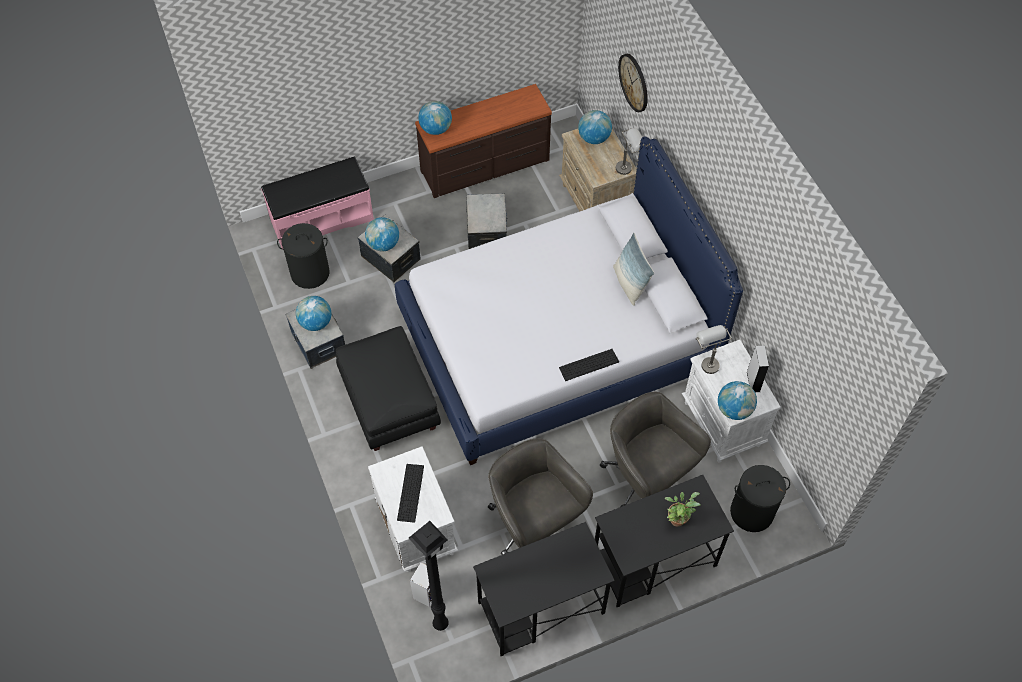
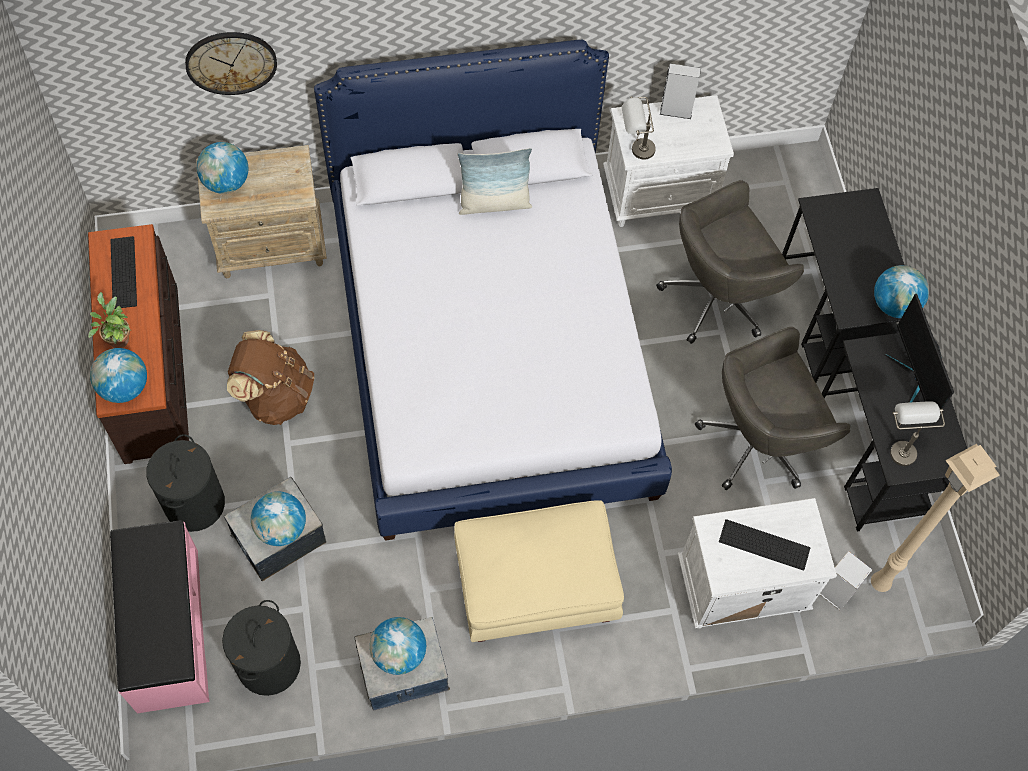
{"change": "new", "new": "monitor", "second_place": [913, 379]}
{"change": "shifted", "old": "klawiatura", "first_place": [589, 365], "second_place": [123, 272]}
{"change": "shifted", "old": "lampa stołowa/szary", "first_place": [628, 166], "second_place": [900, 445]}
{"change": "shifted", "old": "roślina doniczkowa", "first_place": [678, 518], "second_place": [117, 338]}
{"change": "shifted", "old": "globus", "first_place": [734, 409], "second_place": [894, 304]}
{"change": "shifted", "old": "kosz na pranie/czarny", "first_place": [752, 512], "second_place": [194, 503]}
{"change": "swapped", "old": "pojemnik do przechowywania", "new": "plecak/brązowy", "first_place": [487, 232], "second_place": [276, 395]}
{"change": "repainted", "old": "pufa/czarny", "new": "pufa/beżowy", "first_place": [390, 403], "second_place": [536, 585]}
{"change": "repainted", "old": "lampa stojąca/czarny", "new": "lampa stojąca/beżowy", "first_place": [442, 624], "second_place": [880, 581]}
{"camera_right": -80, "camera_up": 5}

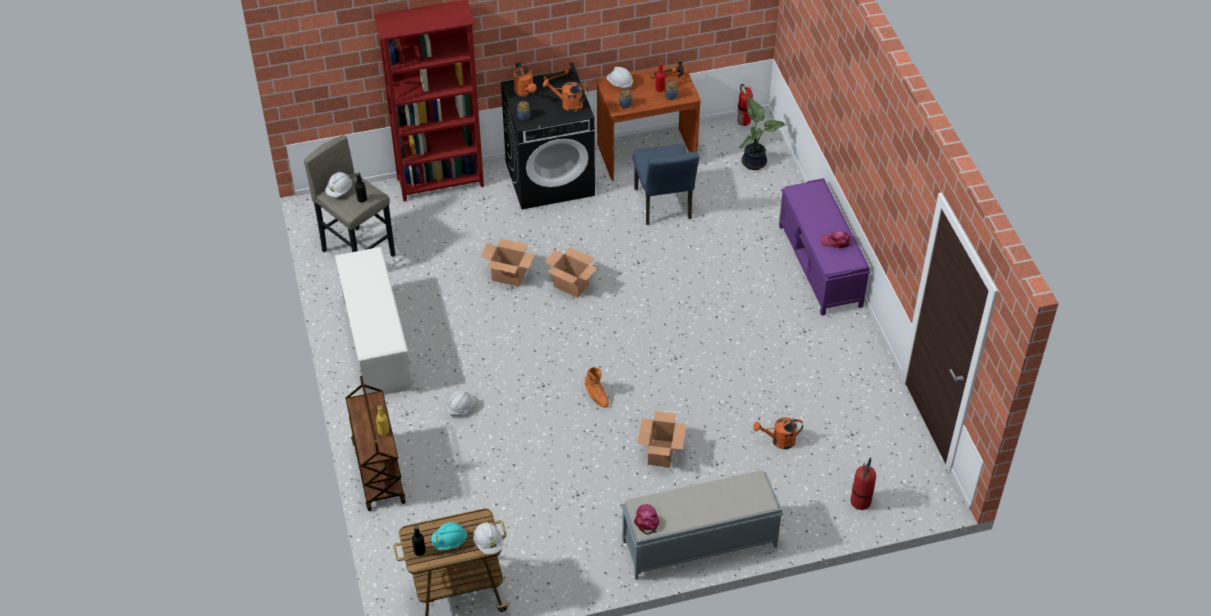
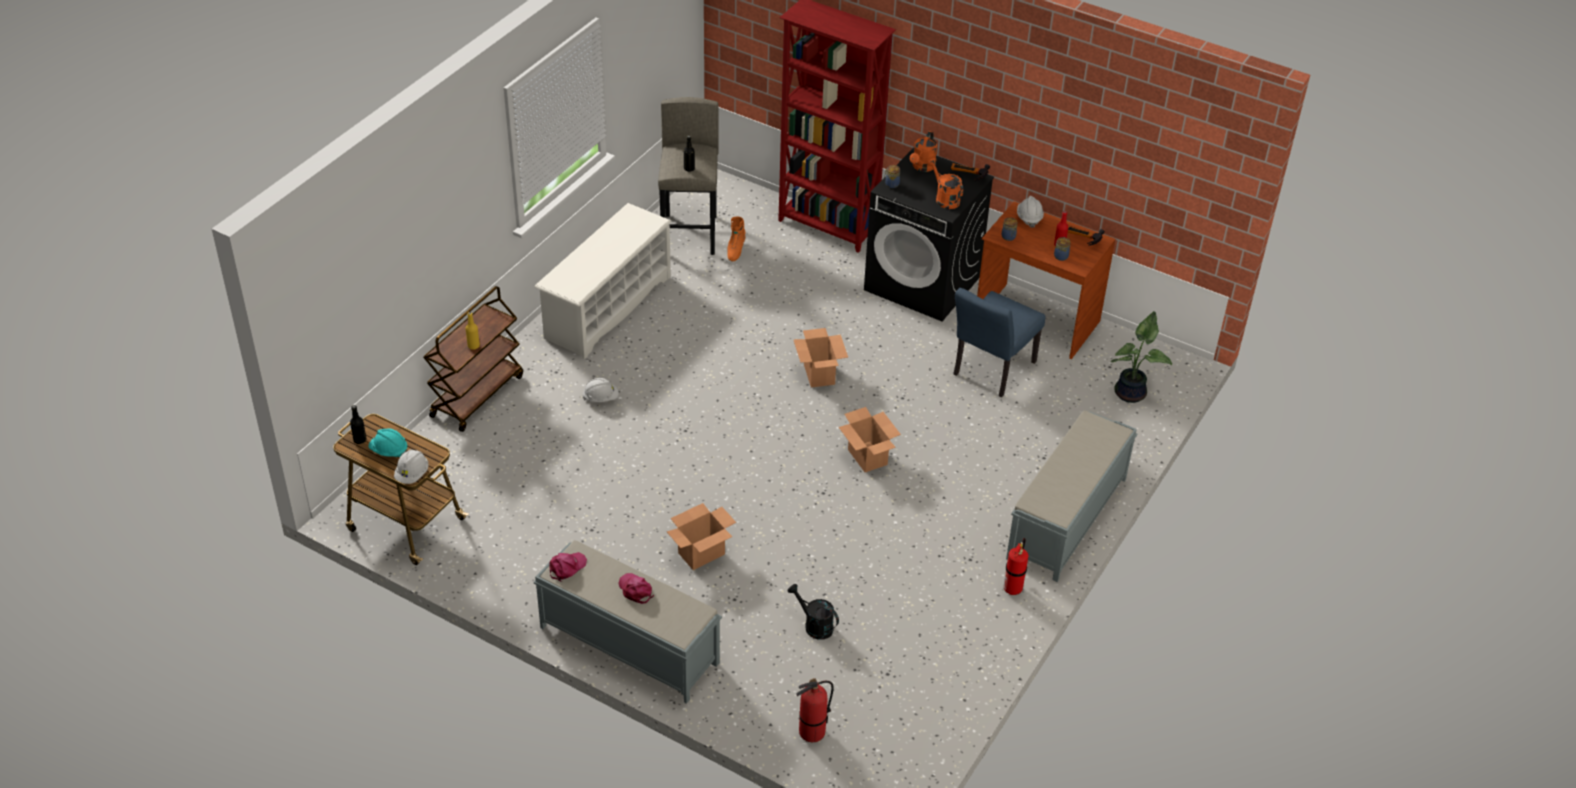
{"change": "gone", "old": "kask/biały", "first_place": [339, 190]}
{"change": "shifted", "old": "karton", "first_place": [509, 276], "second_place": [868, 457]}
{"change": "shifted", "old": "but z cholewką/pomarańczowy", "first_place": [596, 396], "second_place": [735, 250]}
{"change": "shifted", "old": "gaśnica", "first_place": [743, 122], "second_place": [1013, 588]}
{"change": "shifted", "old": "czapka z daszkiem/różowy", "first_place": [836, 241], "second_place": [635, 590]}
{"change": "repainted", "old": "konewka/pomarańczowy", "new": "konewka/czarny", "first_place": [779, 441], "second_place": [814, 625]}
{"change": "repainted", "old": "ławka/fioletowy", "new": "ławka/szary", "first_place": [820, 266], "second_place": [1066, 519]}
{"camera_right": 45, "camera_up": -5}

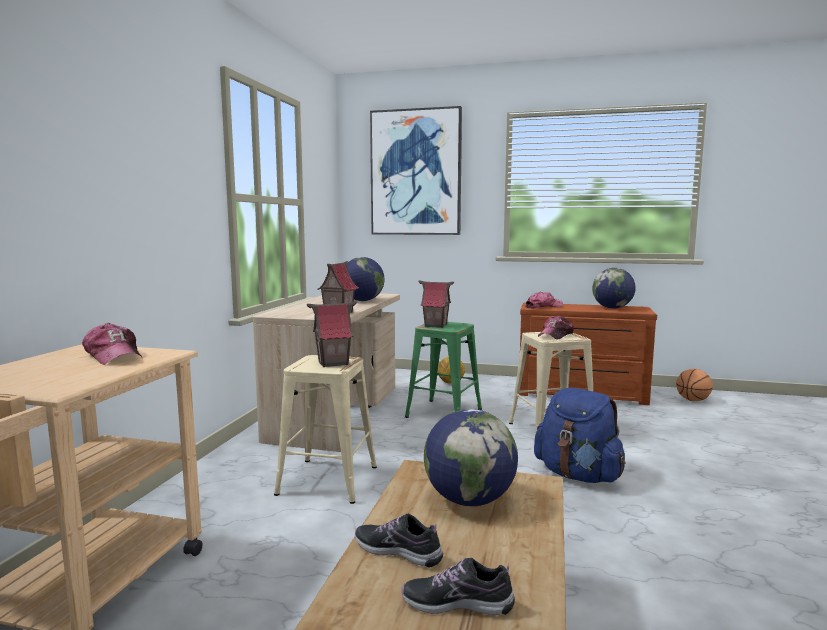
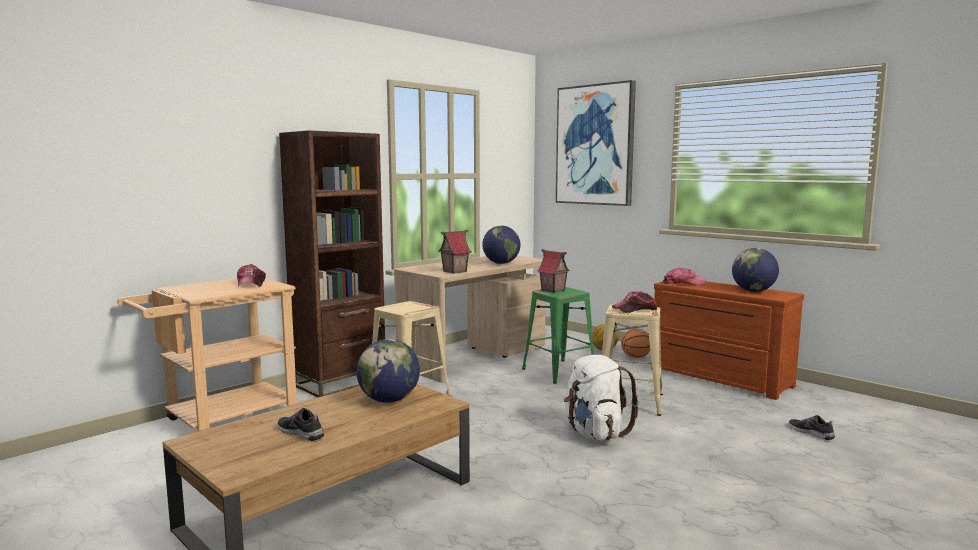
{"change": "gone", "old": "domek", "first_place": [333, 363]}
{"change": "new", "new": "regał/brązowy", "second_place": [340, 382]}
{"change": "shifted", "old": "but", "first_place": [398, 551], "second_place": [811, 433]}
{"change": "shifted", "old": "piłka do koszykówki", "first_place": [692, 400], "second_place": [636, 357]}
{"change": "repainted", "old": "plecak/niebieski", "new": "plecak/biały", "first_place": [578, 475], "second_place": [595, 433]}
{"camera_right": 30, "camera_up": 0}

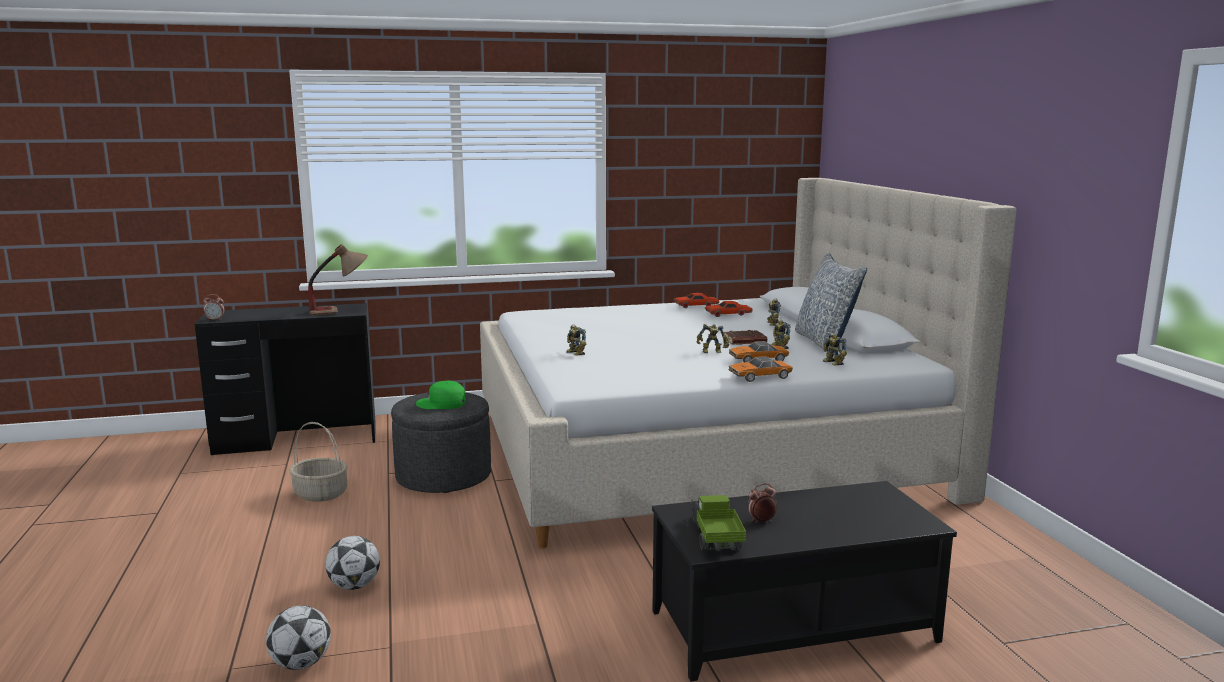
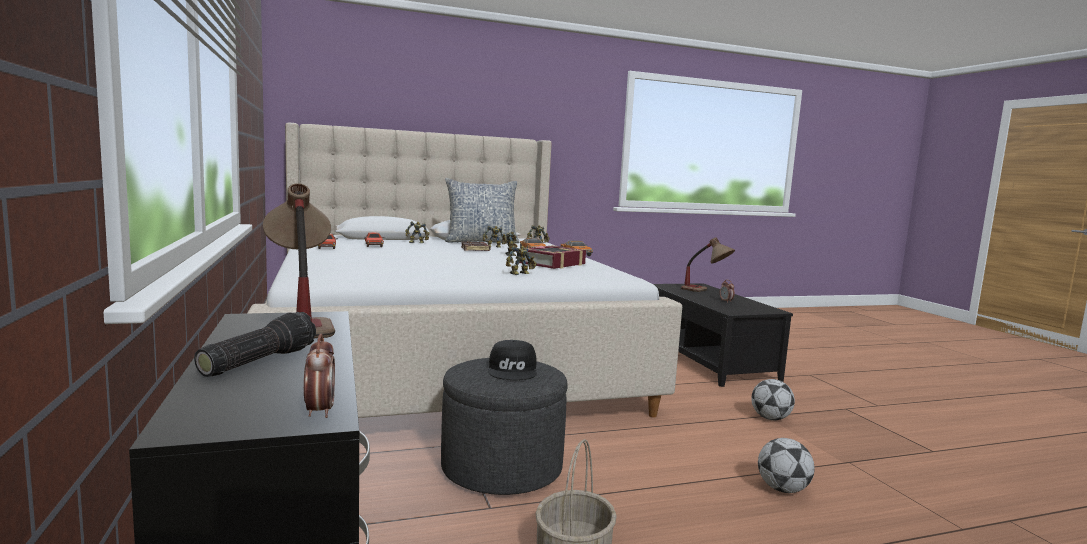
{"change": "gone", "old": "ciężarówka zabawkowa", "first_place": [715, 537]}
{"change": "new", "new": "latarka", "second_place": [258, 361]}
{"change": "new", "new": "książka", "second_place": [553, 264]}
{"change": "new", "new": "lampa stołowa", "second_place": [706, 291]}
{"change": "shifted", "old": "piłka futbolowa", "first_place": [301, 664], "second_place": [770, 418]}
{"change": "repainted", "old": "czapka z daszkiem/zielony", "new": "czapka z daszkiem/czarny", "first_place": [441, 403], "second_place": [513, 370]}
{"camera_right": -95, "camera_up": -5}

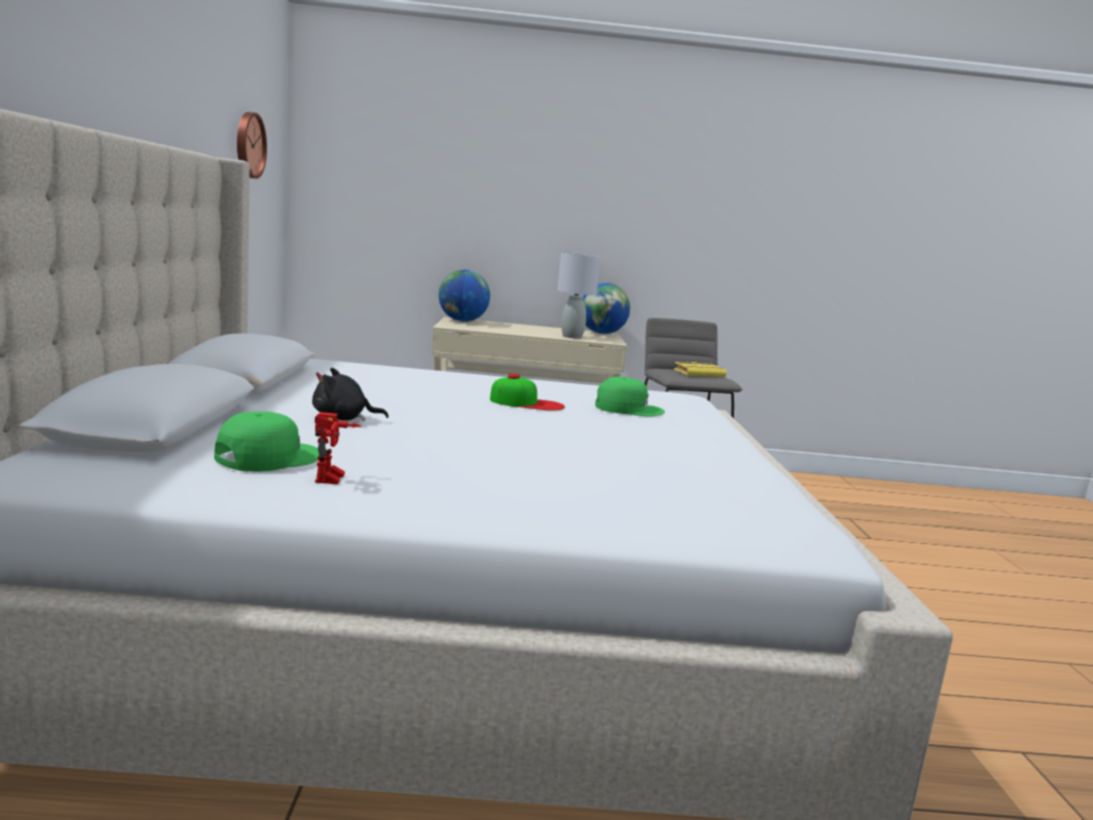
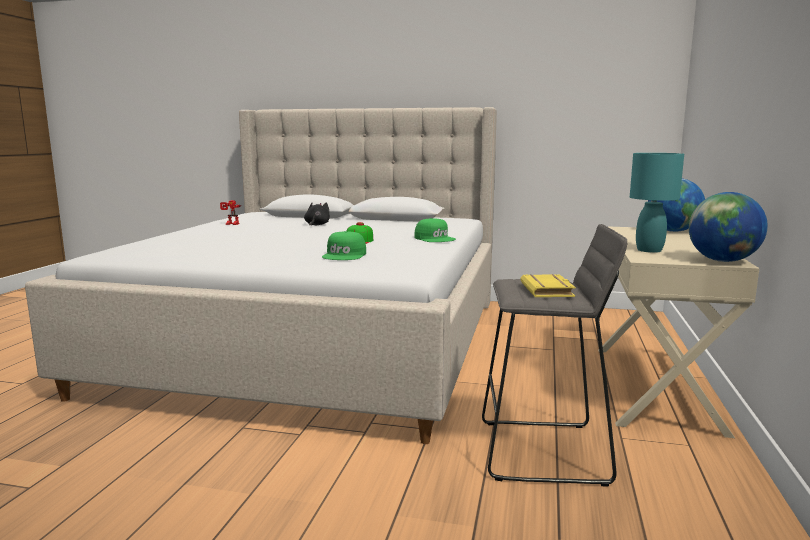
{"change": "gone", "old": "zegar ścienny", "first_place": [248, 145]}
{"change": "shifted", "old": "czapka z daszkiem/zielony", "first_place": [267, 457], "second_place": [435, 238]}
{"change": "repainted", "old": "lampa stołowa/szary", "new": "lampa stołowa/turkusowy", "first_place": [572, 337], "second_place": [649, 250]}
{"camera_right": 105, "camera_up": 0}

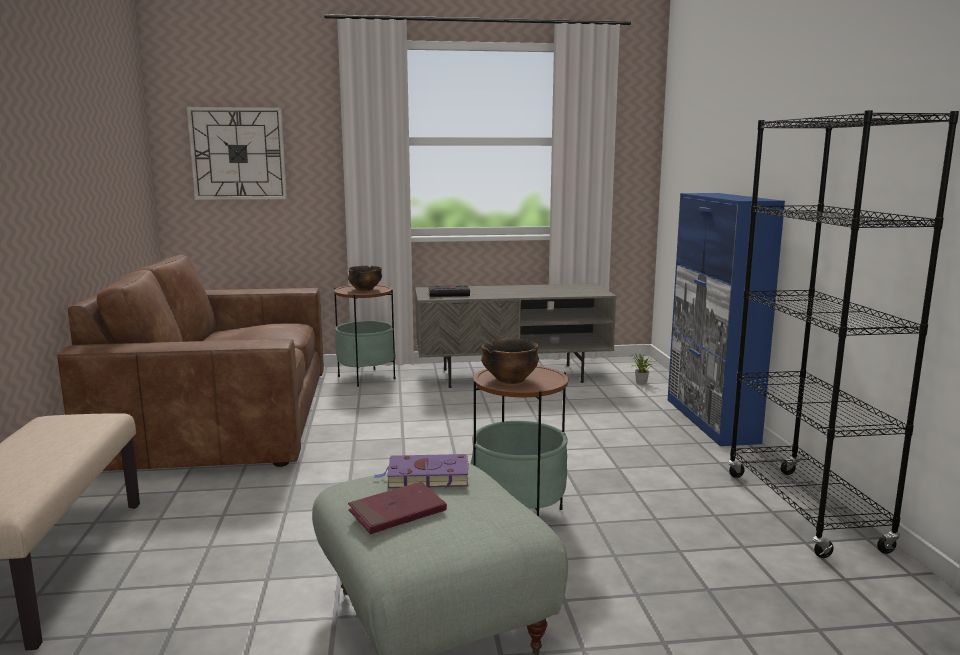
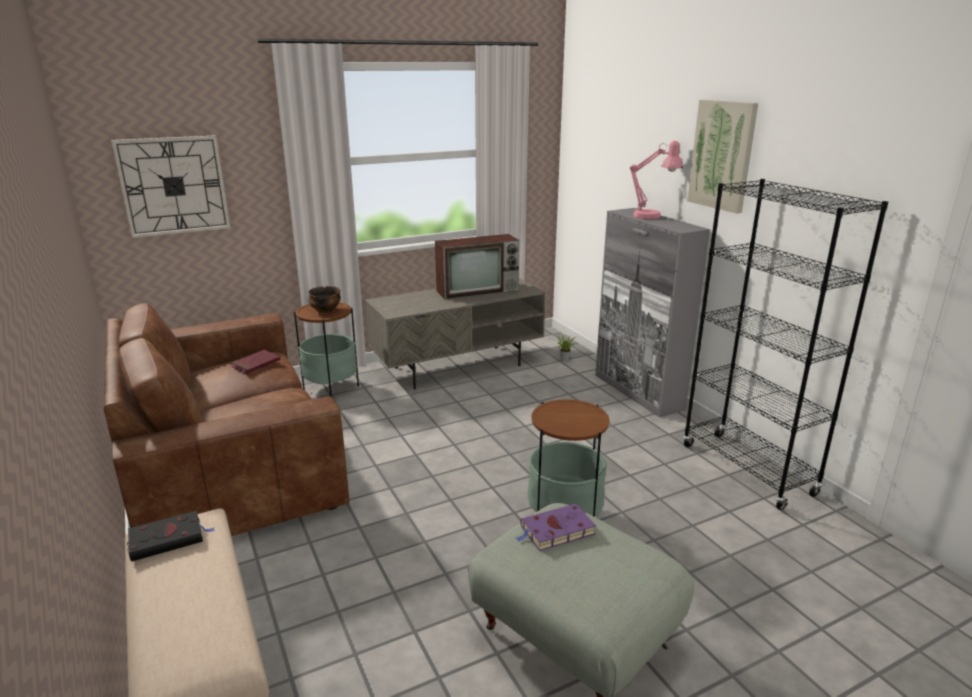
{"change": "gone", "old": "miska", "first_place": [510, 380]}
{"change": "new", "new": "telewizor", "second_place": [478, 290]}
{"change": "new", "new": "lampa stołowa/różowy", "second_place": [652, 217]}
{"change": "new", "new": "obraz", "second_place": [722, 155]}
{"change": "shifted", "old": "książka/czerwony", "first_place": [397, 512], "second_place": [256, 364]}
{"change": "shifted", "old": "książka/czarny", "first_place": [450, 294], "second_place": [169, 539]}
{"change": "repainted", "old": "szafka/niebieski", "new": "szafka/szary", "first_place": [711, 420], "second_place": [638, 392]}
{"camera_right": -20, "camera_up": 10}

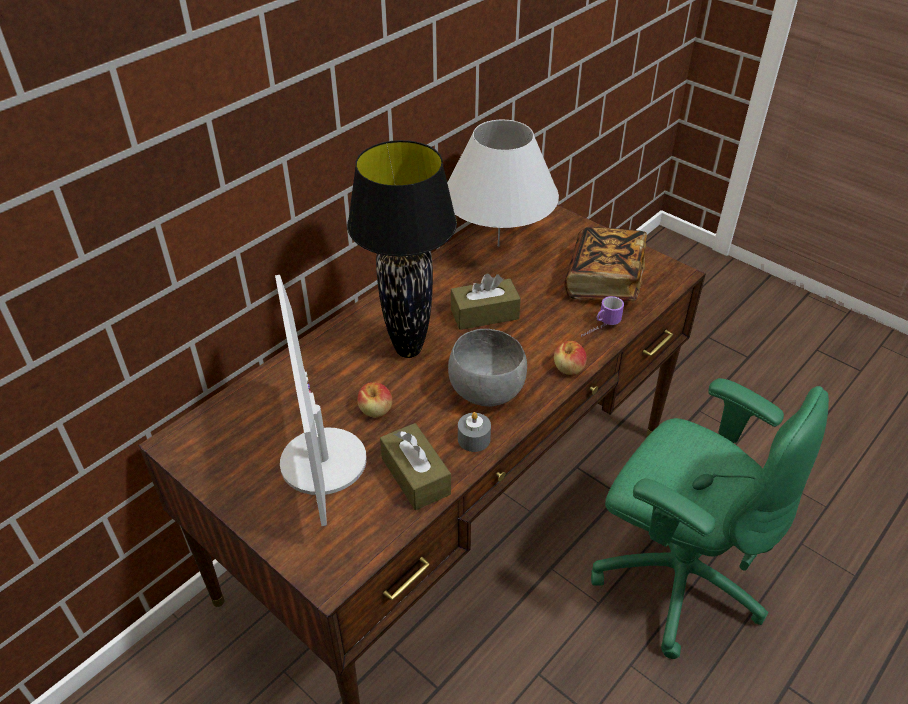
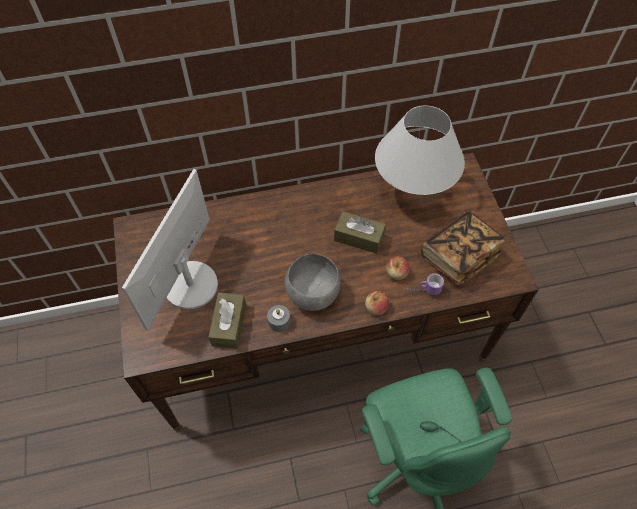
{"change": "gone", "old": "lampa stołowa/czarny", "first_place": [407, 349]}
{"change": "shifted", "old": "jabłko", "first_place": [376, 410], "second_place": [396, 273]}
{"camera_right": 35, "camera_up": 15}

